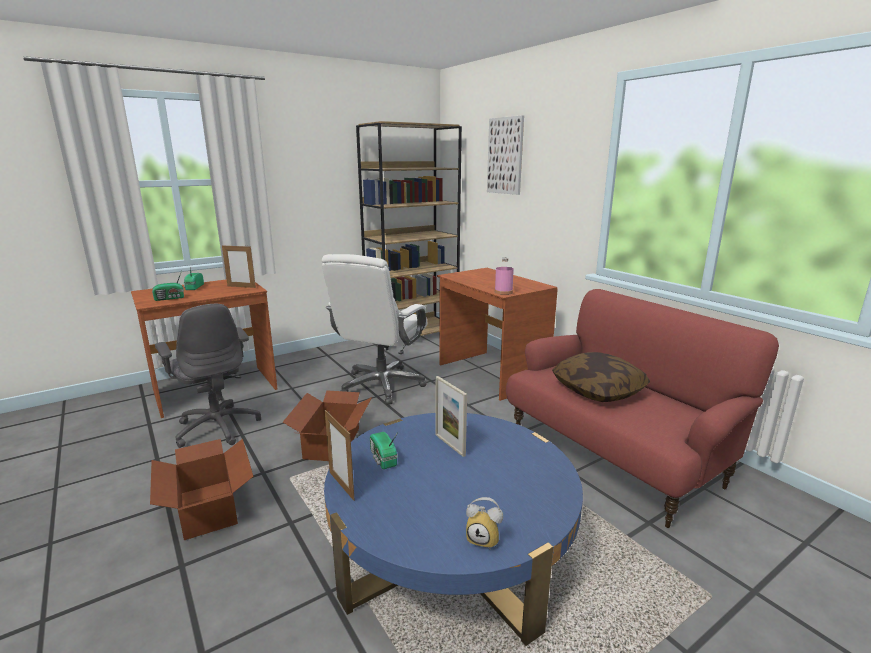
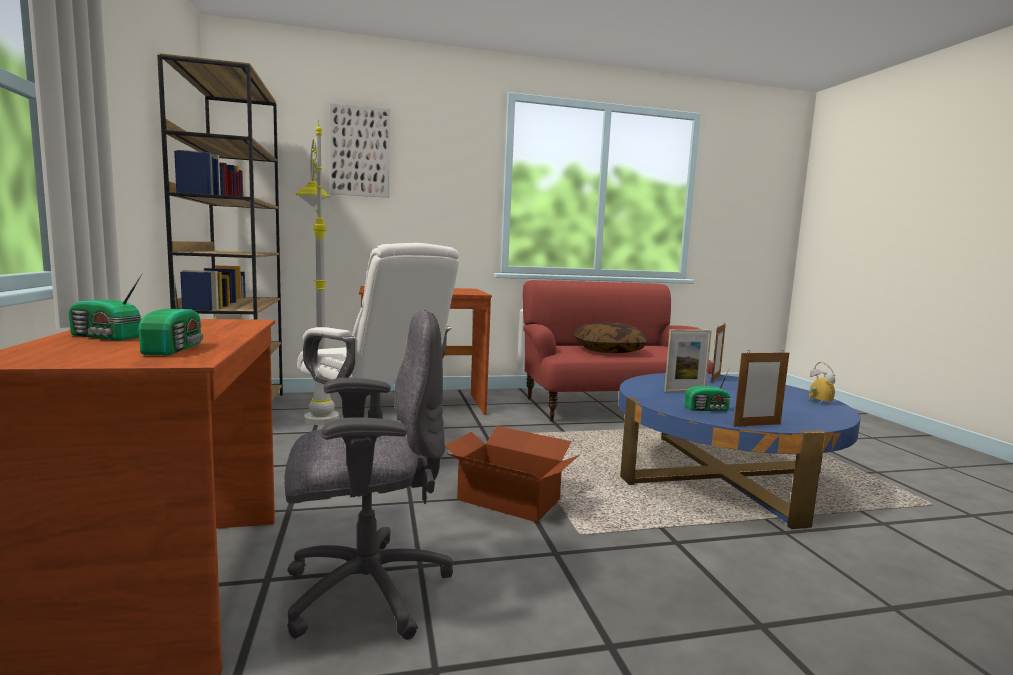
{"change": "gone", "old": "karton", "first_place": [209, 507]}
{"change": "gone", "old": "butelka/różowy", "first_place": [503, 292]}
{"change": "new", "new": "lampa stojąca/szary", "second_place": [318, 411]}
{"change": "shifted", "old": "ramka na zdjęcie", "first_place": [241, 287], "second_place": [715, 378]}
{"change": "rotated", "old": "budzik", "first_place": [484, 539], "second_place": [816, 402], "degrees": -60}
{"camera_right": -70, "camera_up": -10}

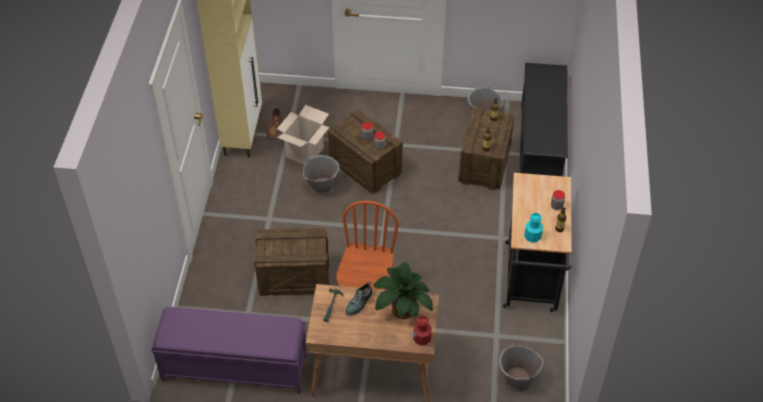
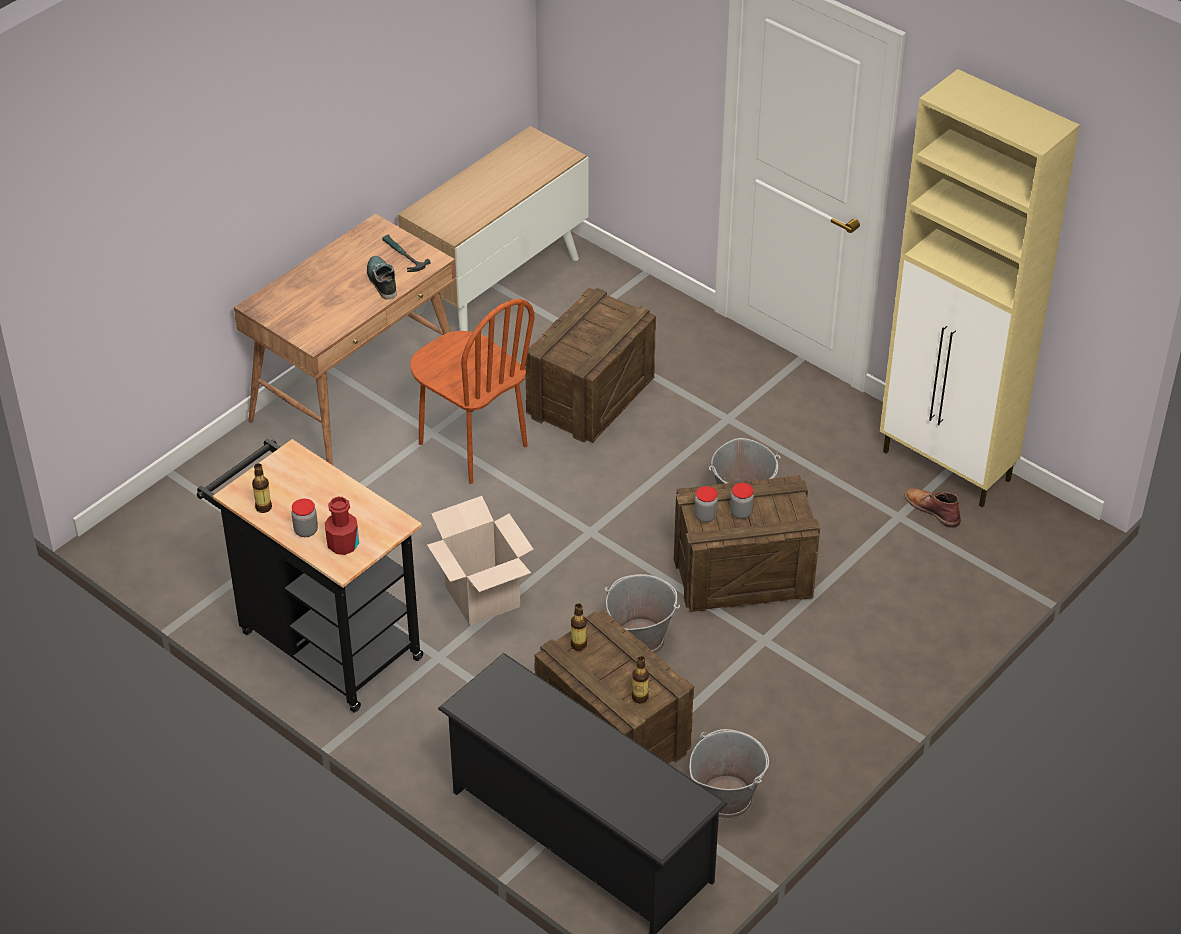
{"change": "gone", "old": "roślina doniczkowa", "first_place": [401, 308]}
{"change": "gone", "old": "butelka/turkusowy", "first_place": [532, 236]}
{"change": "shifted", "old": "karton", "first_place": [305, 152], "second_place": [482, 597]}
{"change": "shifted", "old": "butelka/czerwony", "first_place": [422, 338], "second_place": [343, 544]}
{"change": "shifted", "old": "wiadro/szary", "first_place": [517, 380], "second_place": [640, 640]}
{"change": "swapped", "old": "ławka/fioletowy", "new": "szafka", "first_place": [233, 367], "second_place": [497, 284]}
{"camera_right": 125, "camera_up": -5}

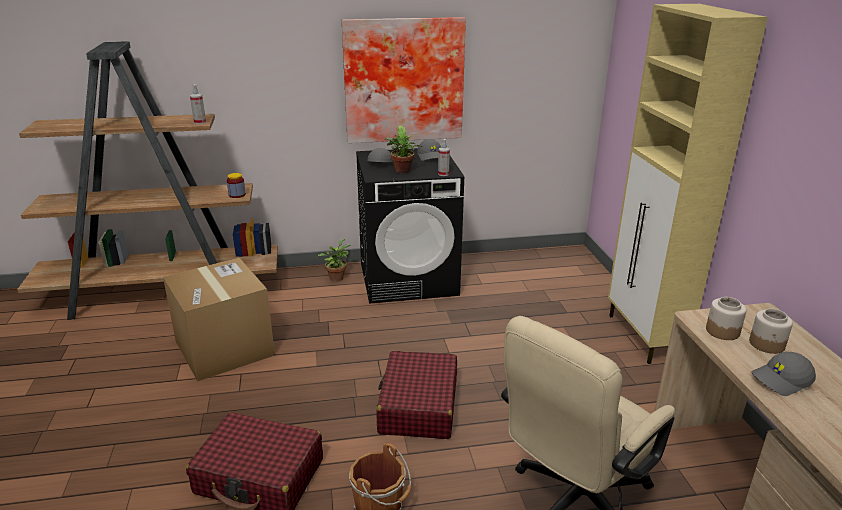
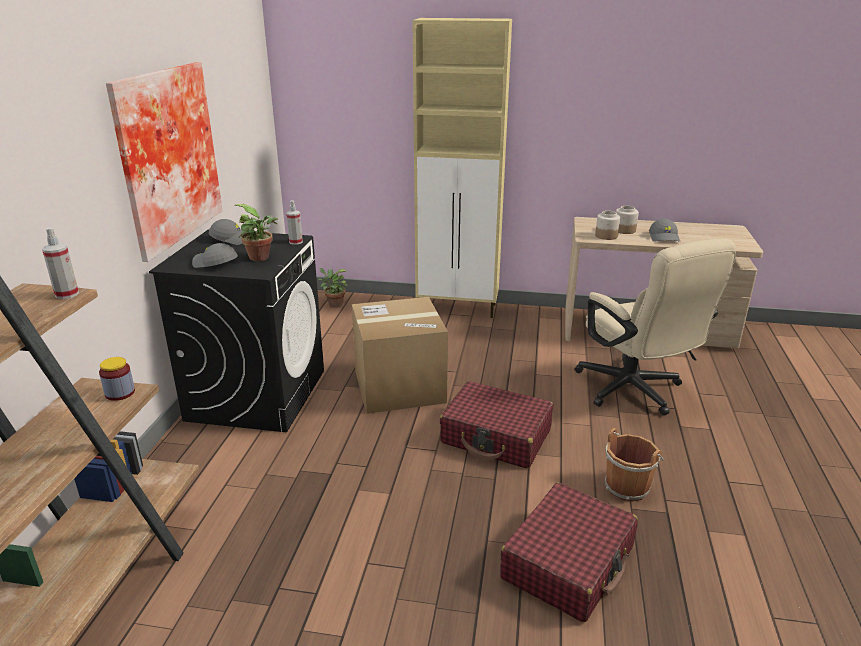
{"change": "shifted", "old": "karton", "first_place": [224, 348], "second_place": [399, 387]}
{"change": "shifted", "old": "roślina doniczkowa", "first_place": [336, 277], "second_place": [334, 304]}
{"camera_right": -70, "camera_up": 0}

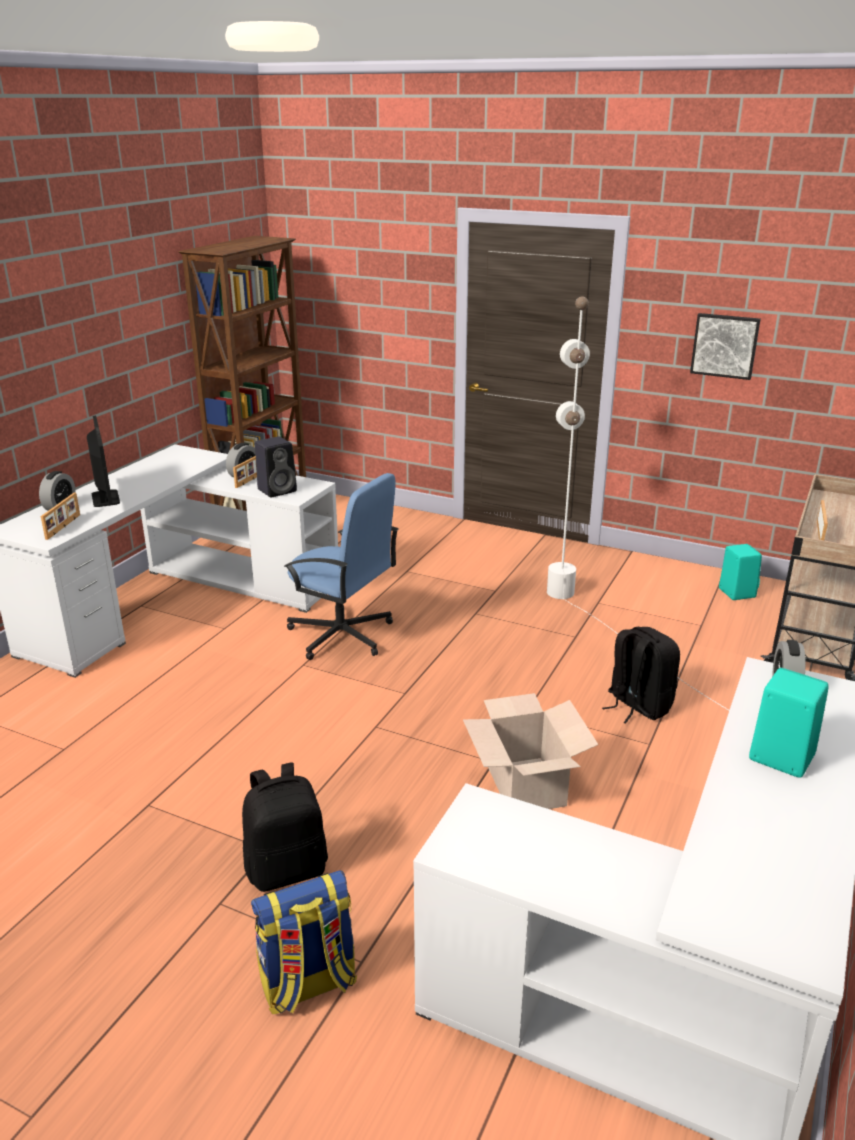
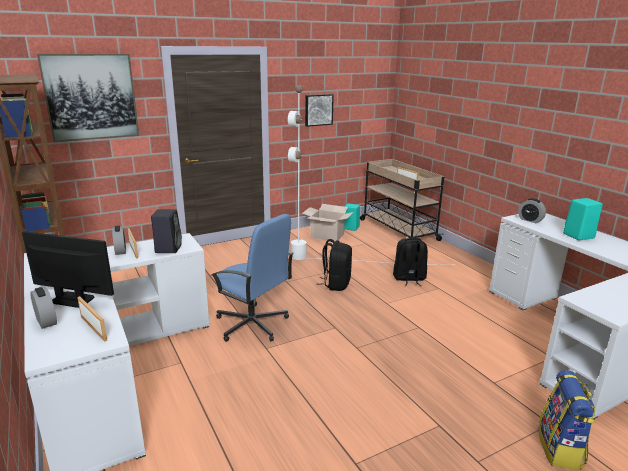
{"change": "new", "new": "obraz", "second_place": [91, 97]}
{"change": "shifted", "old": "plecak/czarny", "first_place": [287, 869], "second_place": [336, 284]}
{"change": "shifted", "old": "karton", "first_place": [527, 786], "second_place": [327, 235]}
{"change": "rotated", "old": "krzesło biurowe/niebieski", "first_place": [342, 635], "second_place": [252, 324], "degrees": 60}
{"camera_right": -55, "camera_up": -5}

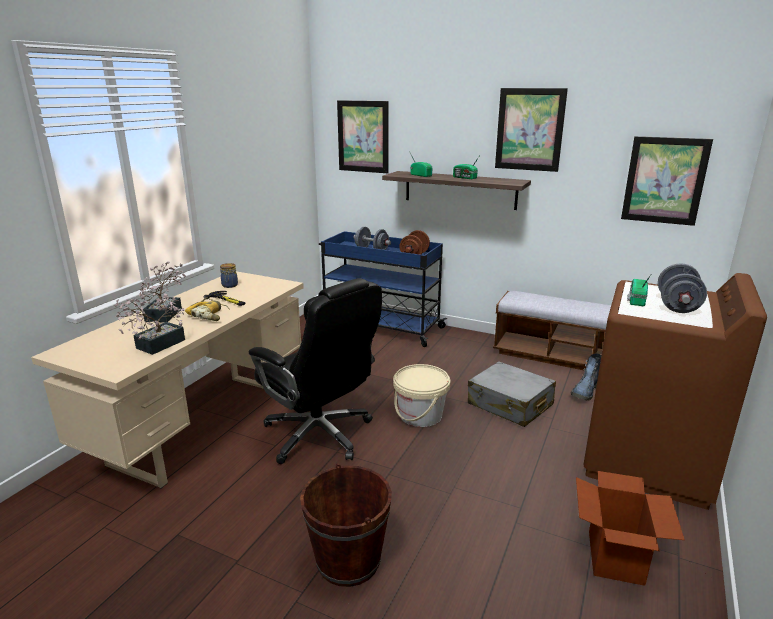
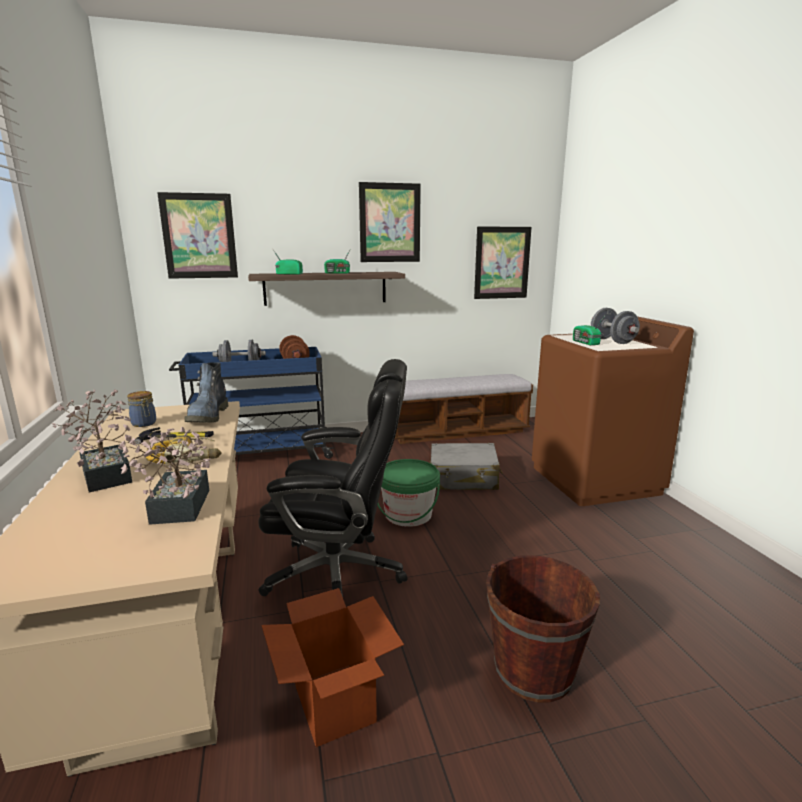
{"change": "shifted", "old": "but z cholewką", "first_place": [585, 391], "second_place": [208, 416]}
{"change": "shifted", "old": "karton", "first_place": [615, 557], "second_place": [334, 703]}
{"change": "repainted", "old": "wiadro/beżowy", "new": "wiadro/zielony", "first_place": [420, 415], "second_place": [408, 514]}
{"camera_right": -40, "camera_up": -5}

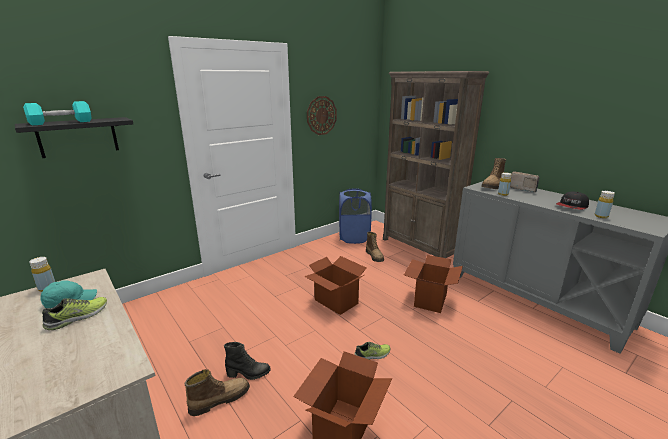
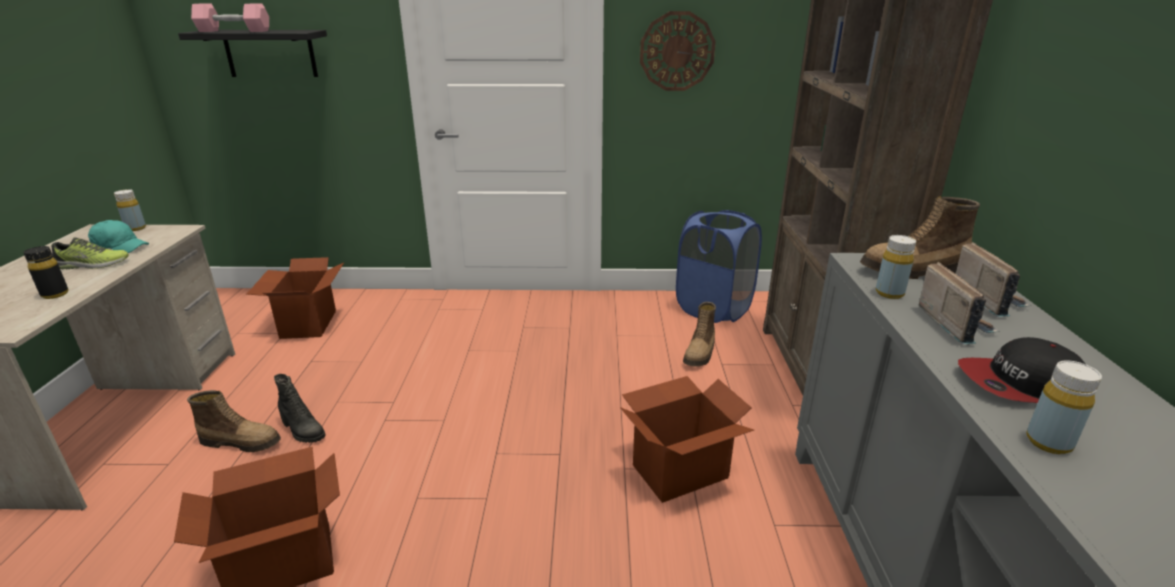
{"change": "gone", "old": "but", "first_place": [372, 355]}
{"change": "new", "new": "butelka/czarny", "second_place": [55, 294]}
{"change": "new", "new": "radio", "second_place": [953, 324]}
{"change": "shifted", "old": "karton", "first_place": [336, 302], "second_place": [307, 324]}
{"change": "repainted", "old": "hantel/turkusowy", "new": "hantel/różowy", "first_place": [61, 122], "second_place": [234, 31]}
{"camera_right": 40, "camera_up": 5}

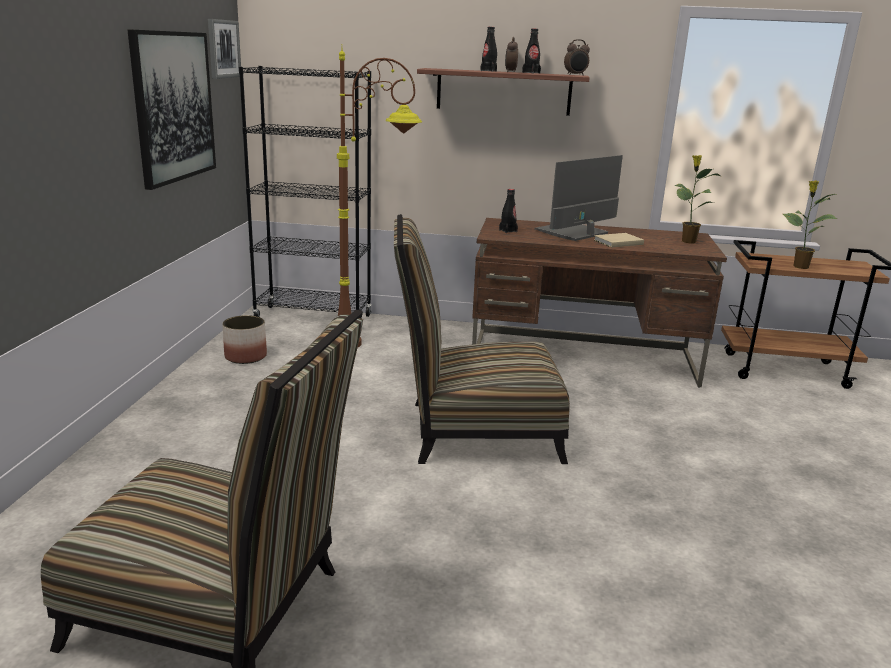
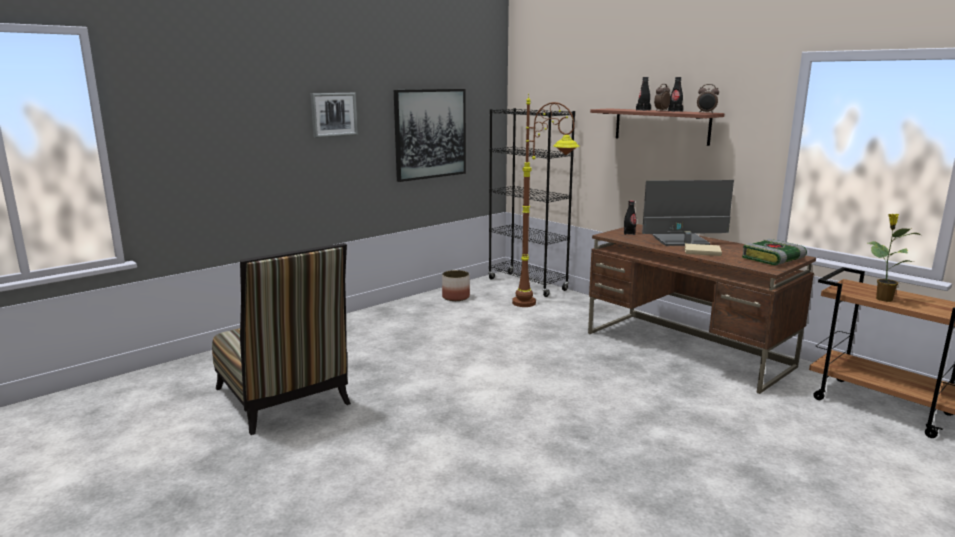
{"change": "gone", "old": "krzesło", "first_place": [473, 431]}
{"change": "shifted", "old": "obraz", "first_place": [223, 49], "second_place": [333, 114]}
{"change": "swapped", "old": "roślina doniczkowa", "new": "książka", "first_place": [687, 241], "second_place": [773, 259]}
{"camera_right": 40, "camera_up": -5}

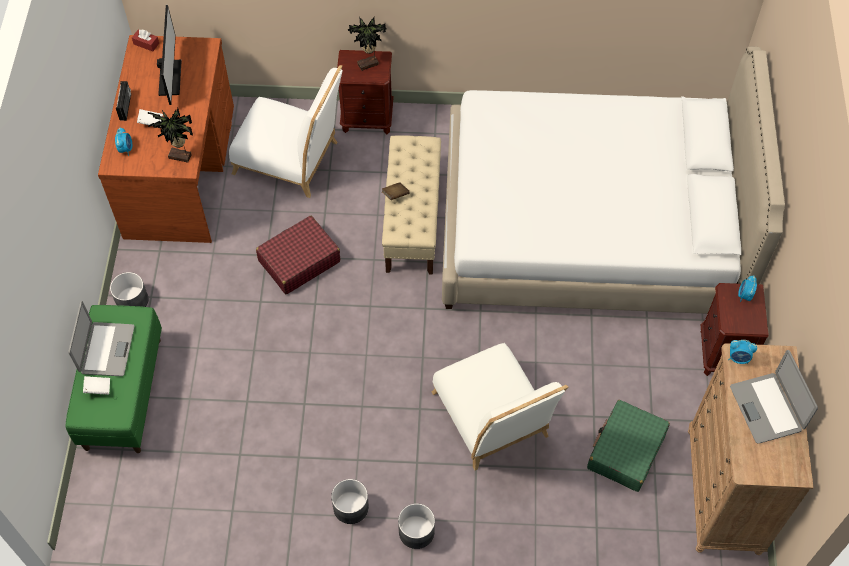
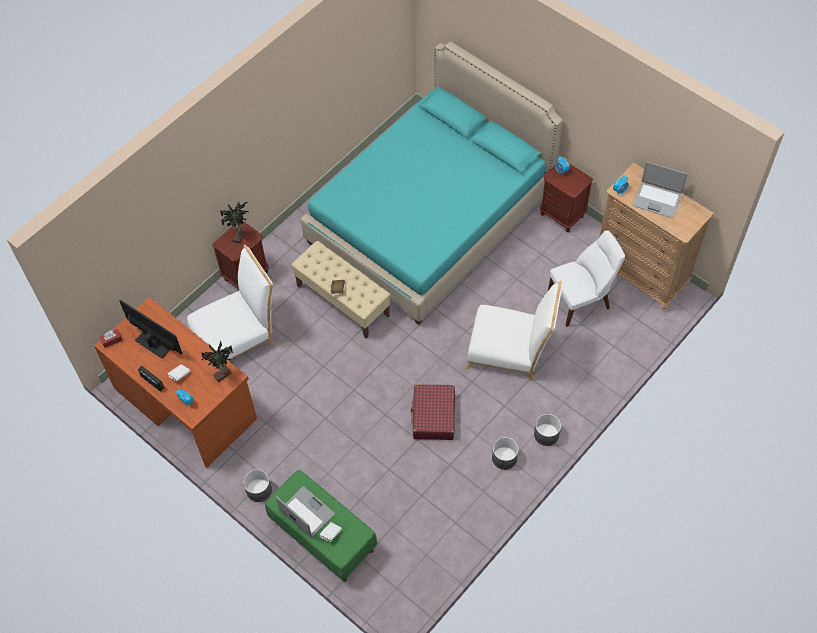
{"change": "shifted", "old": "walizka/czerwony", "first_place": [299, 261], "second_place": [433, 416]}
{"change": "swapped", "old": "walizka/zielony", "new": "krzesło/biały", "first_place": [626, 451], "second_place": [581, 301]}
{"change": "repainted", "old": "łóżko/biały", "new": "łóżko/turkusowy", "first_place": [589, 227], "second_place": [429, 218]}
{"camera_right": -50, "camera_up": 0}

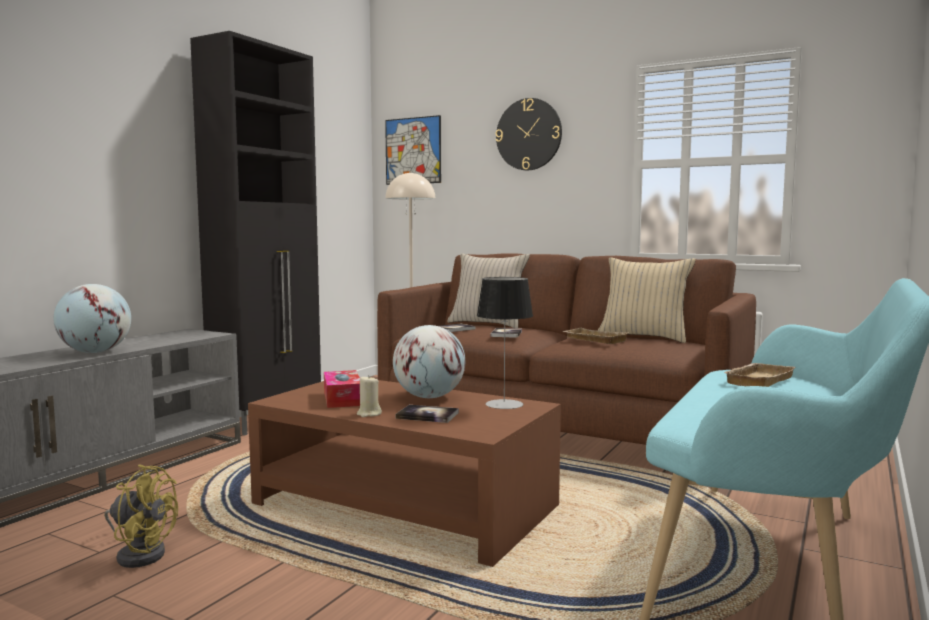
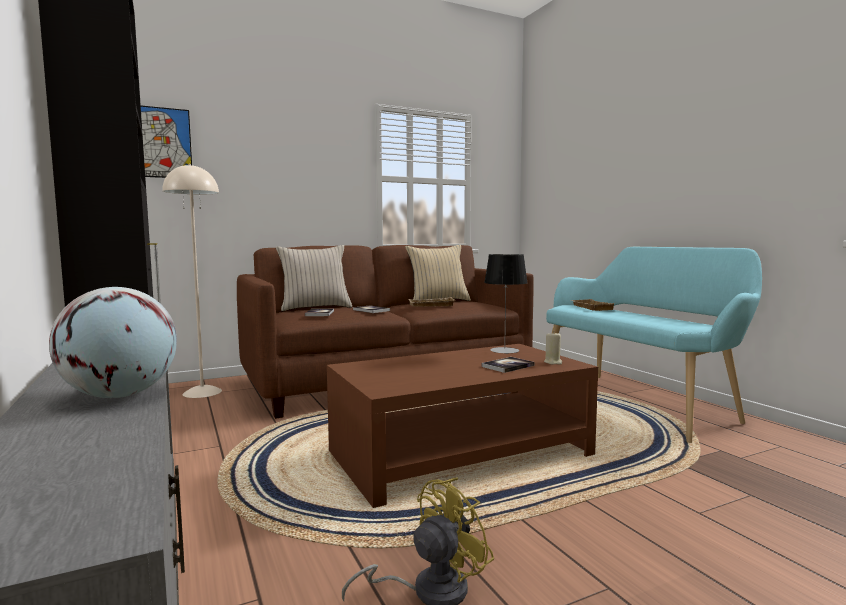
{"change": "gone", "old": "pudełko chusteczek", "first_place": [342, 398]}
{"change": "gone", "old": "globus", "first_place": [429, 397]}
{"change": "gone", "old": "zegar ścienny", "first_place": [528, 134]}
{"change": "shifted", "old": "świeca/beżowy", "first_place": [369, 414], "second_place": [553, 362]}
{"camera_right": -55, "camera_up": 0}

